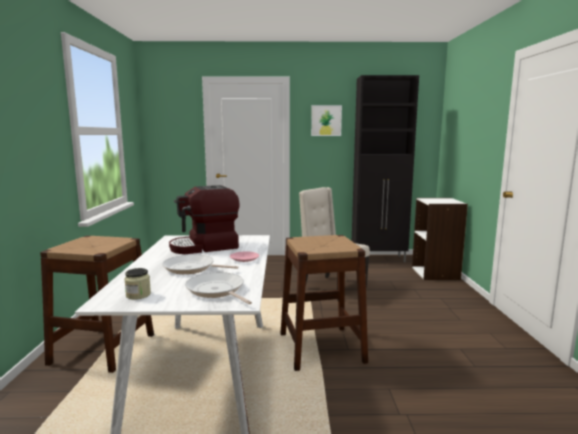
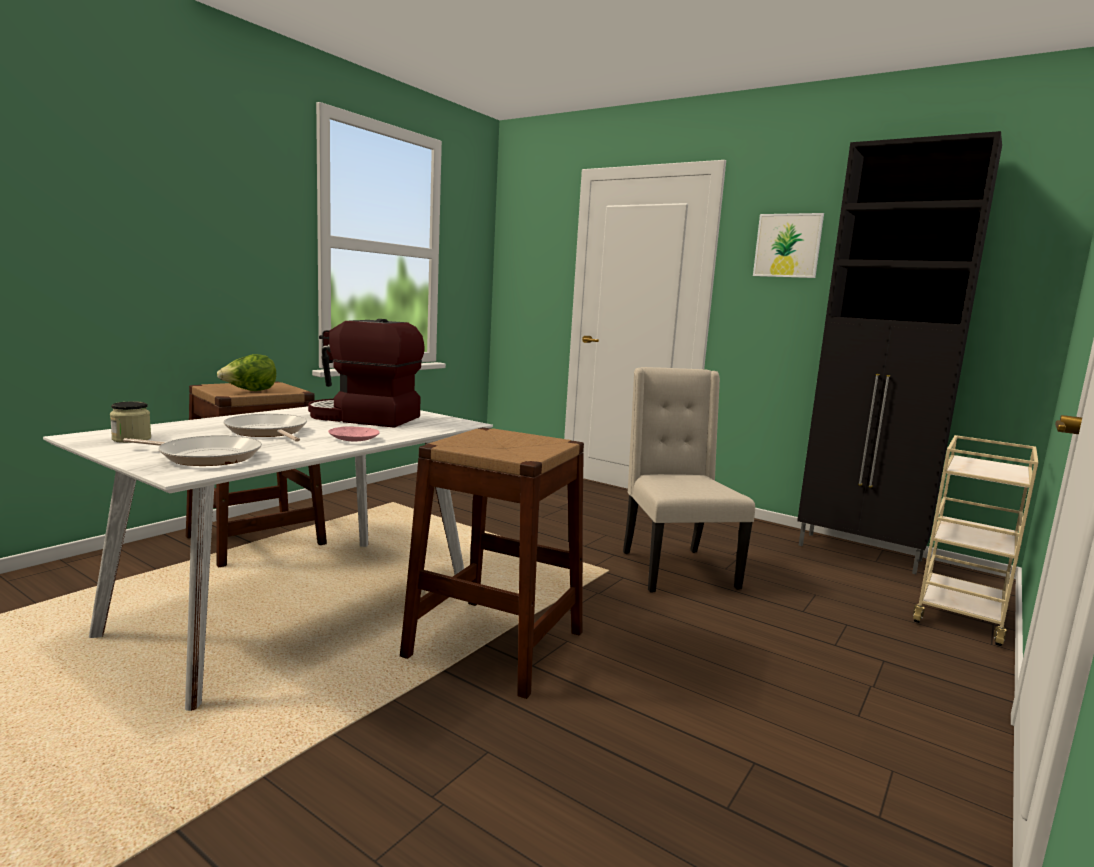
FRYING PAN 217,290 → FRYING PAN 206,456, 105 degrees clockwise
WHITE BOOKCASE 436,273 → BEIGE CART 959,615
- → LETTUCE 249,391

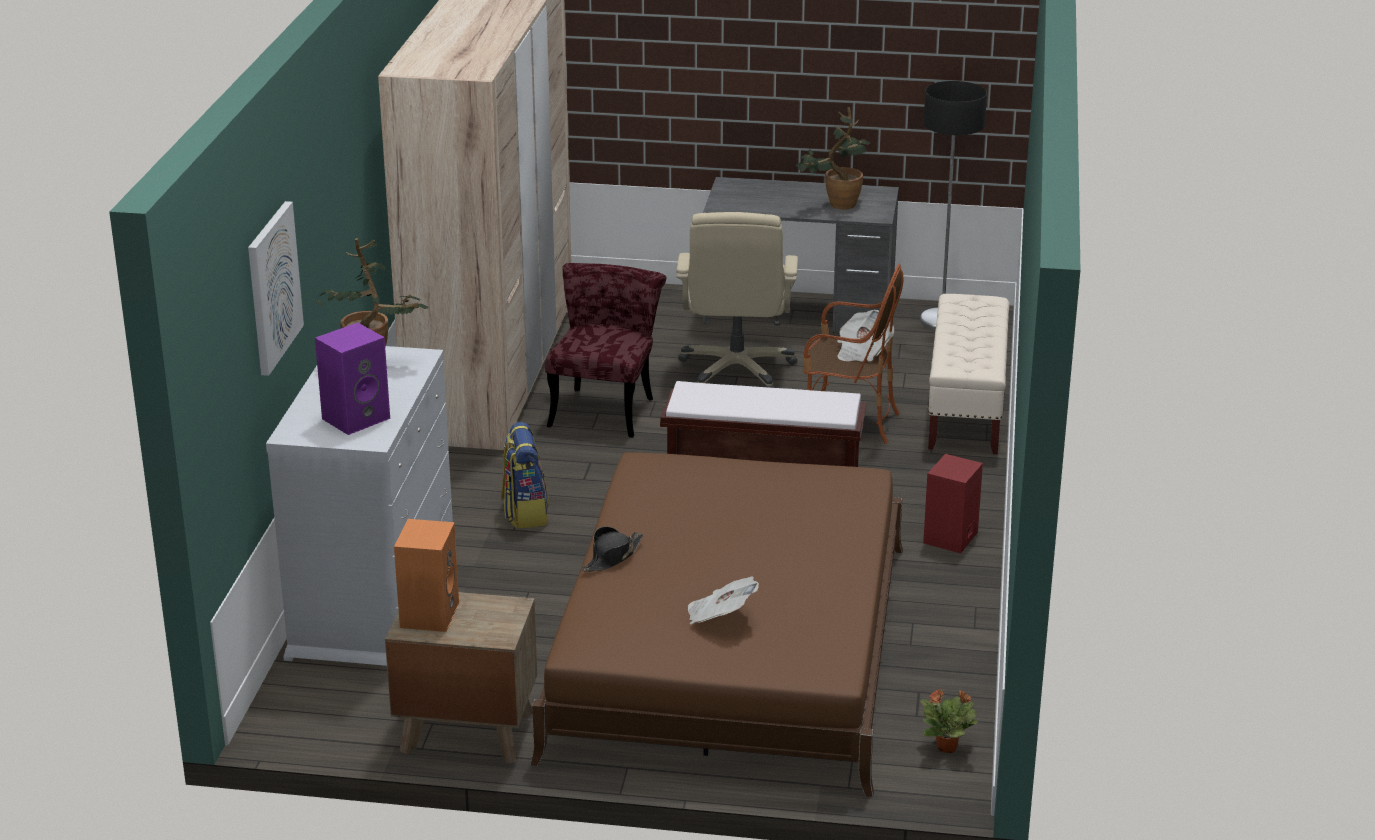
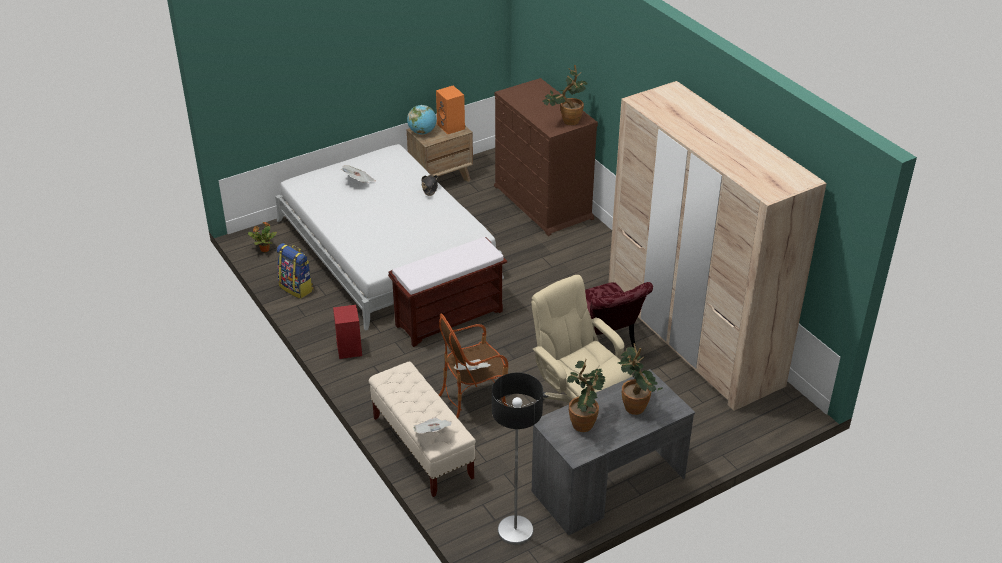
PICTURE 273,287 → -
WHITE DRESSER 373,603 → BROWN DRESSER 543,202
PURPLE SPEAKER 356,417 → -
BACKPACK 525,512 → BACKPACK 297,288, move
BROWN BED 730,649 → WHITE BED 387,248
- → GLOBE 422,132
- → NEWSPAPER 432,433
- → POTTED PLANT 634,404

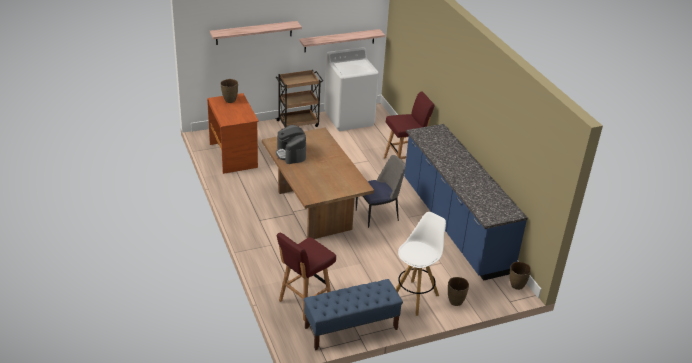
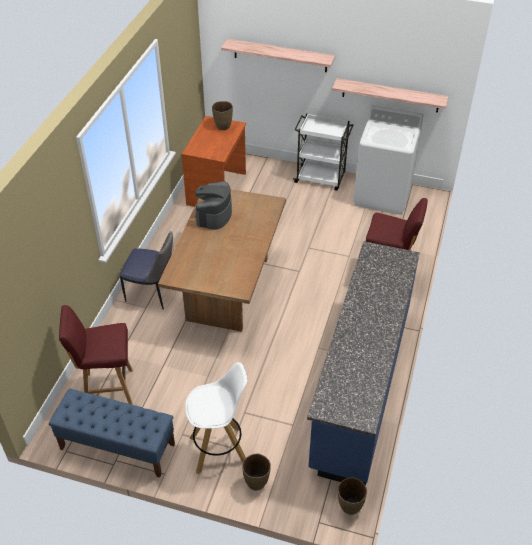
BROWN CART 298,123 → WHITE CART 321,178
CHAIR 378,215 → CHAIR 152,292, move

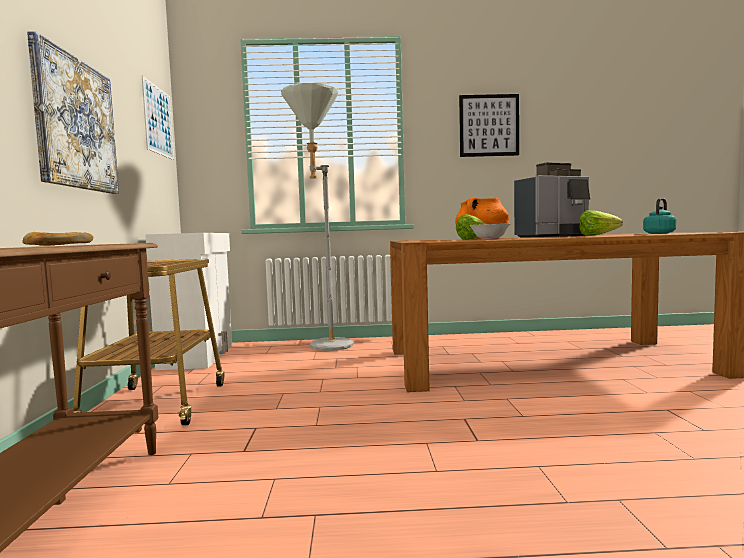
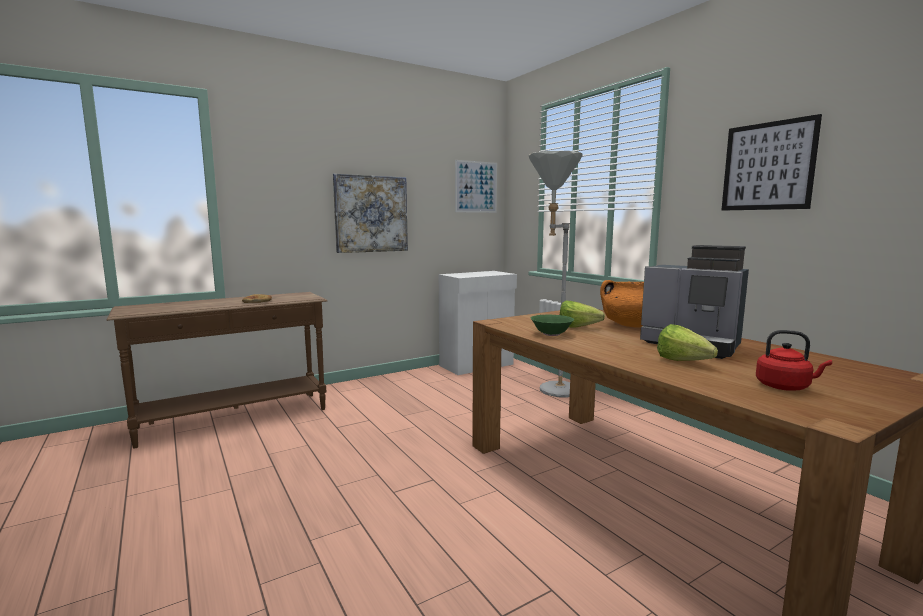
CART 157,403 → -
WHITE BOWL 489,239 → GREEN BOWL 551,334
TURQUOISE KETTLE 660,233 → RED KETTLE 785,387

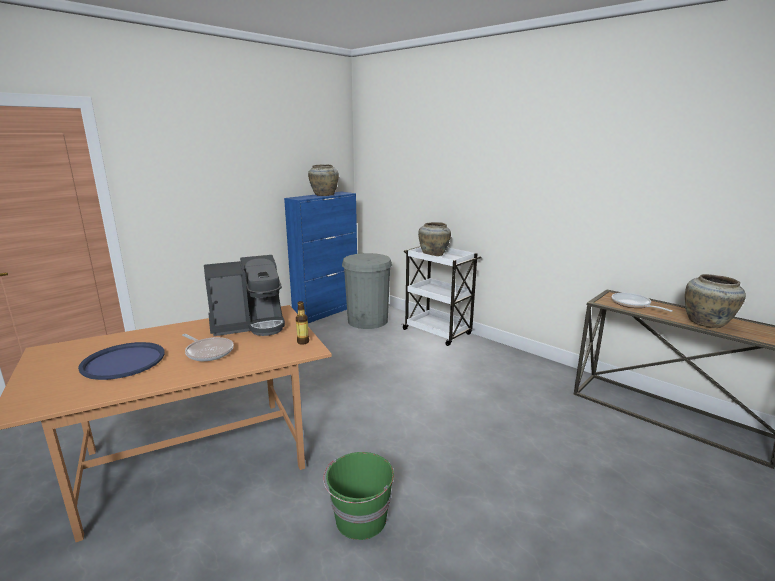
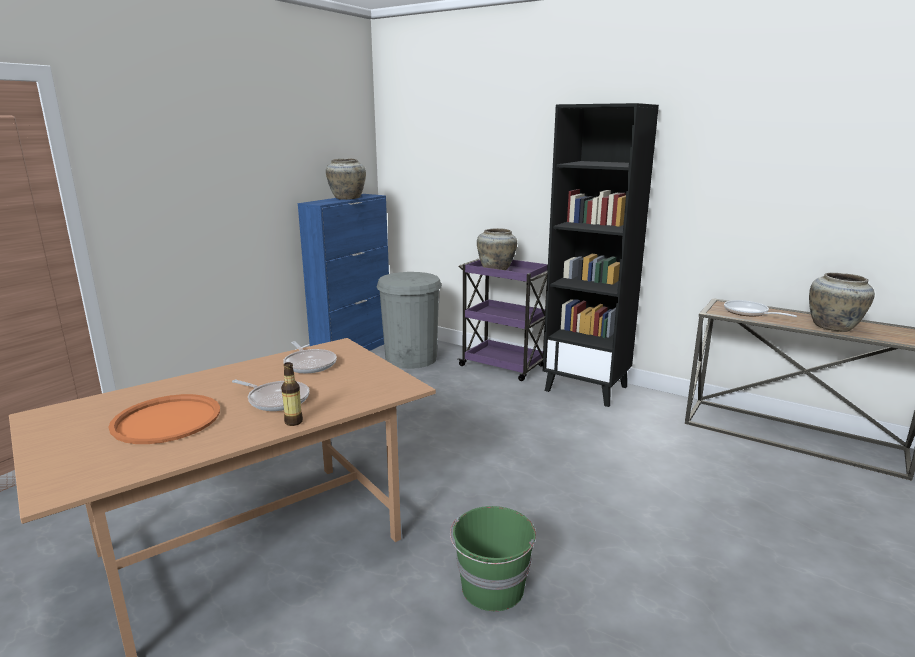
BLUE TRAY 123,361 → ORANGE TRAY 166,420
COFFEE MACHINE 249,324 → FRYING PAN 309,364
BOTTLE 303,342 → BOTTLE 293,422, move
WHITE CART 438,332 → PURPLE CART 504,366
- → BLACK BOOKCASE 587,388

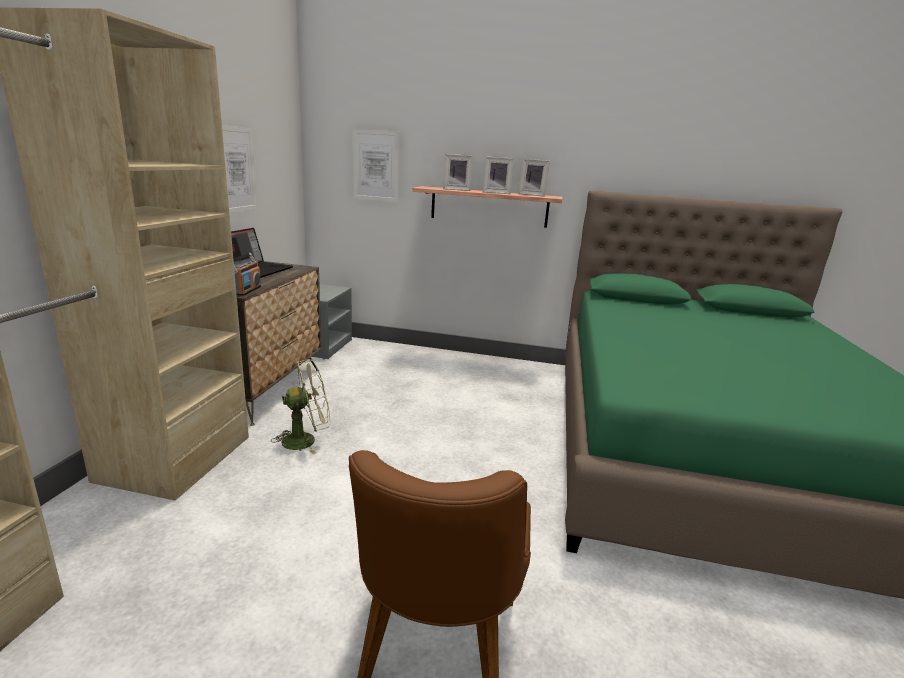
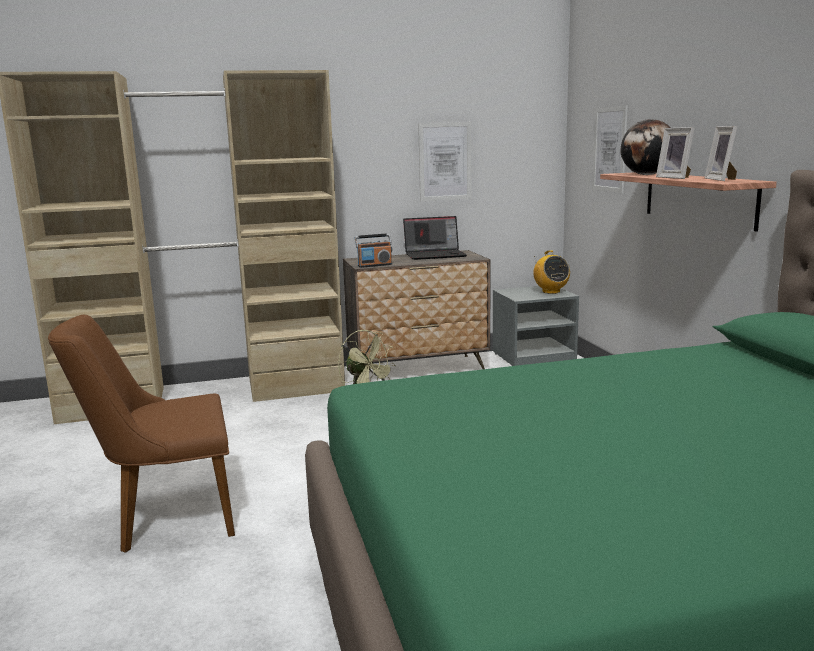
PICTURE FRAME 457,189 → GLOBE 647,175
- → RADIO 550,291

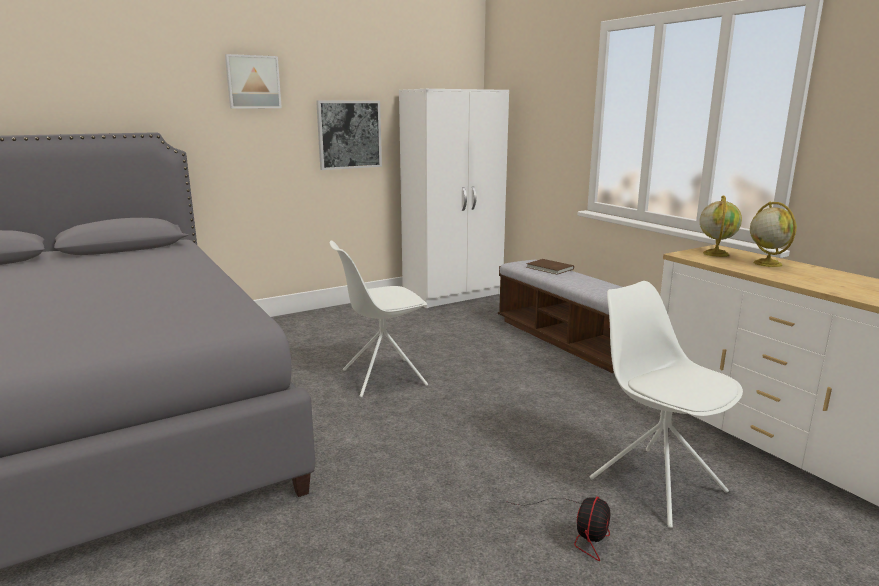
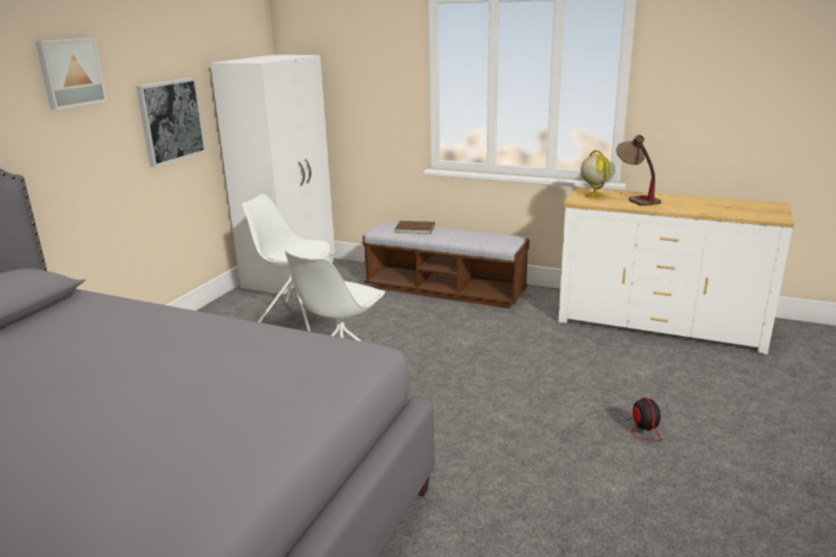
WHITE CHAIR 655,484 → WHITE CHAIR 295,316, move
GLOBE 766,263 → TABLE LAMP 635,198

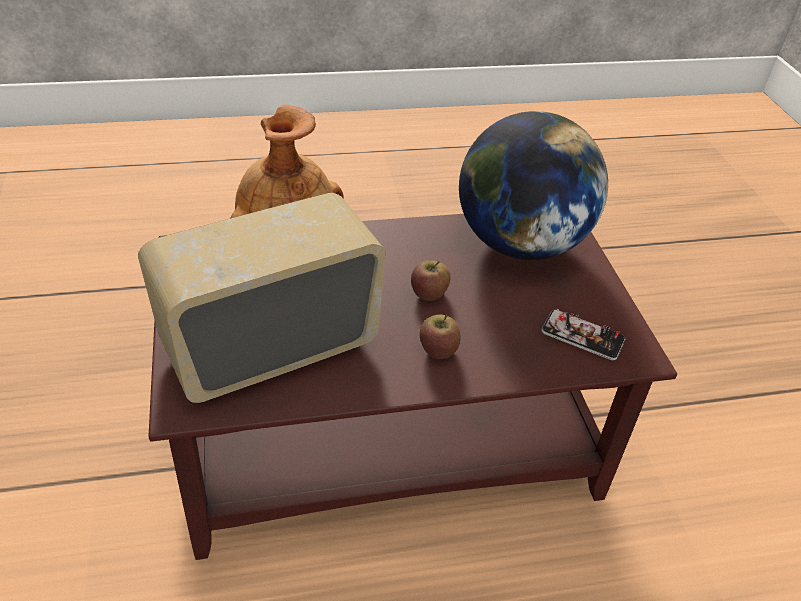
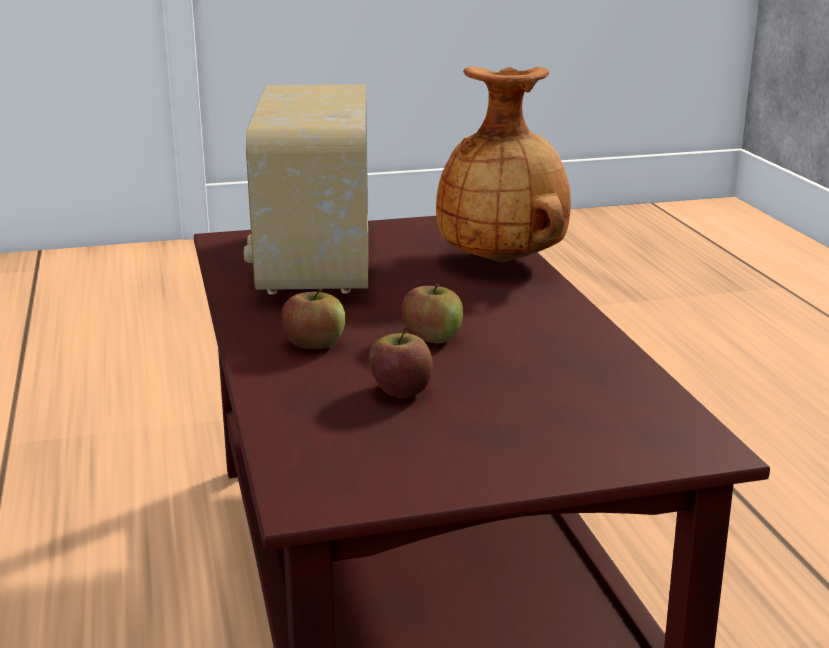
RADIO 270,347 → RADIO 313,264, 150 degrees counterclockwise
GLOBE 519,243 → -
PHONE 582,335 → -
- → APPLE 400,390

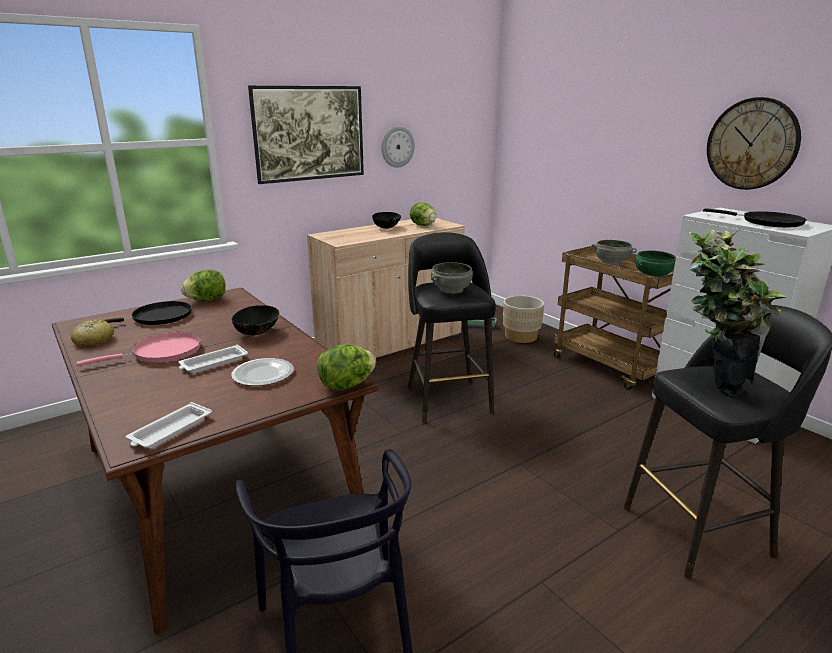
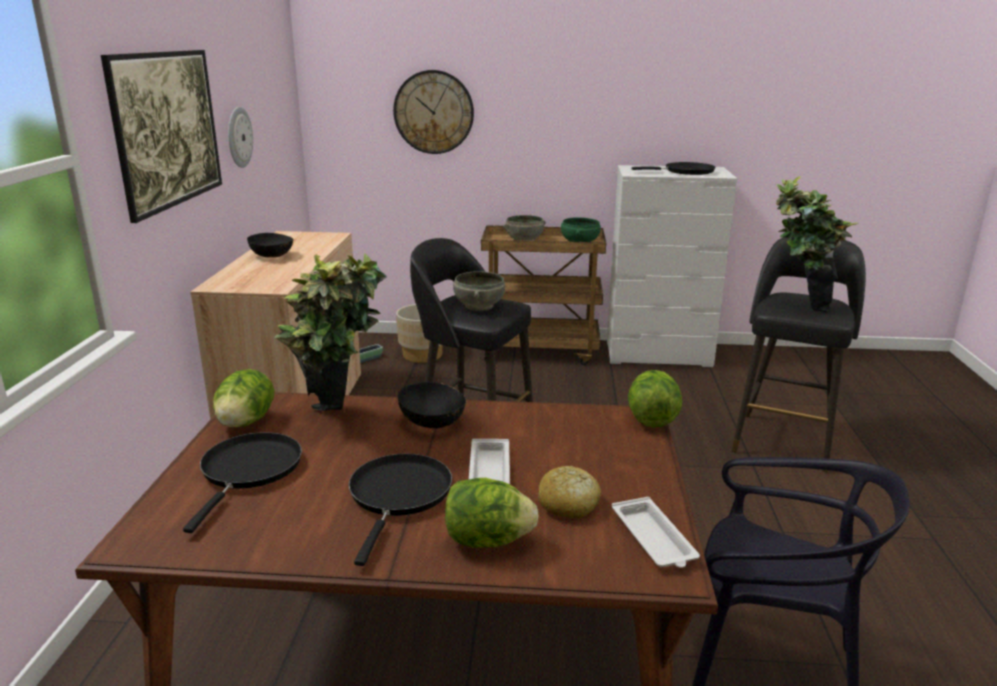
BREAD 94,341 → BREAD 568,504, move
PINK FRYING PAN 162,352 → BLACK FRYING PAN 399,496
PLATE 263,374 → -
LETTUCE 423,225 → LETTUCE 487,540, move
WALL CLOCK 752,144 → WALL CLOCK 433,112, move
- → POTTED PLANT 340,421

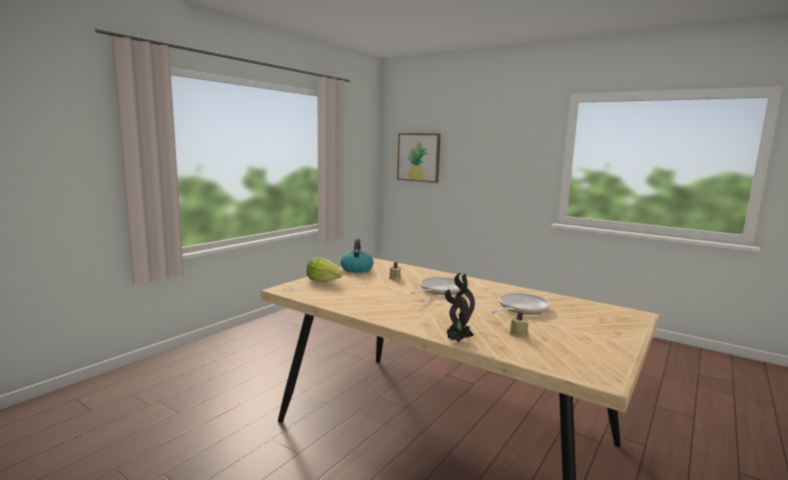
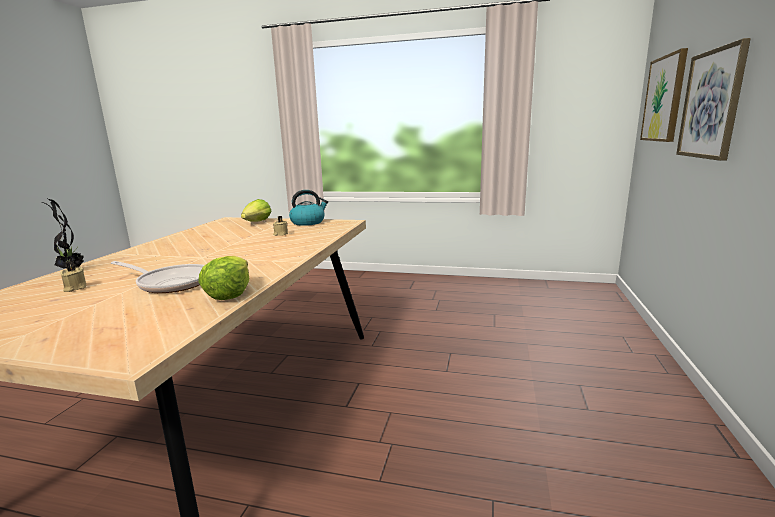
FRYING PAN 439,290 → -
- → LETTUCE 229,293
- → PICTURE 711,104

